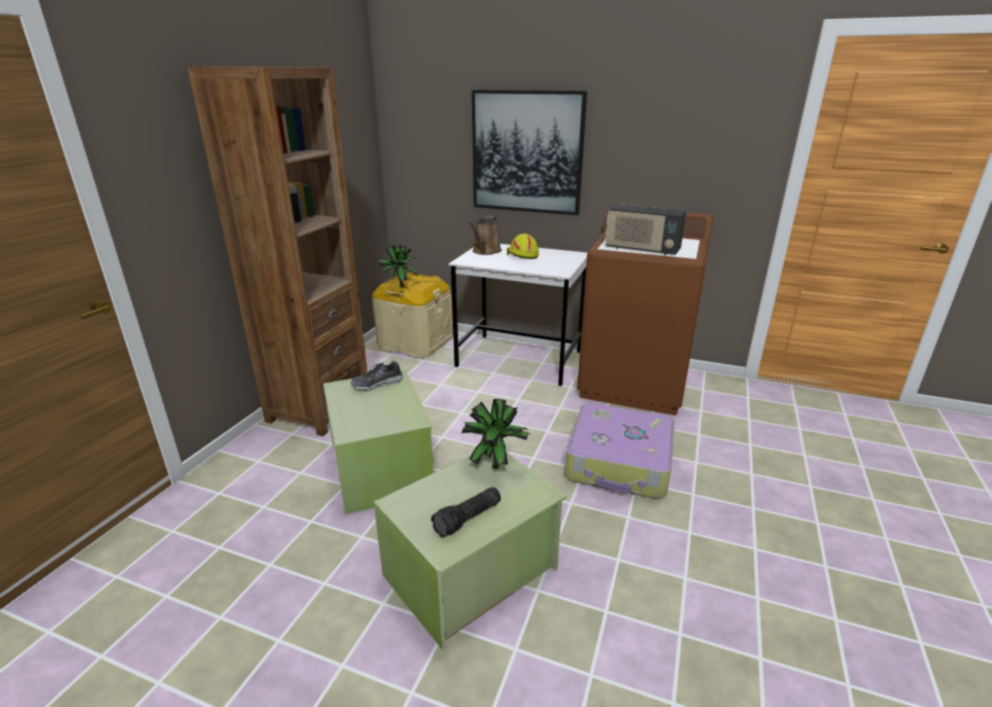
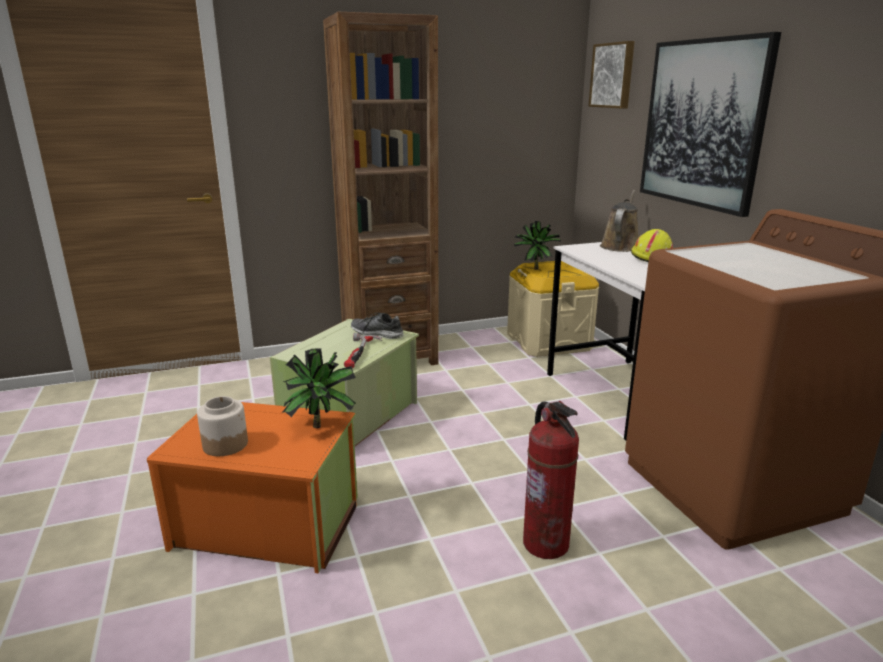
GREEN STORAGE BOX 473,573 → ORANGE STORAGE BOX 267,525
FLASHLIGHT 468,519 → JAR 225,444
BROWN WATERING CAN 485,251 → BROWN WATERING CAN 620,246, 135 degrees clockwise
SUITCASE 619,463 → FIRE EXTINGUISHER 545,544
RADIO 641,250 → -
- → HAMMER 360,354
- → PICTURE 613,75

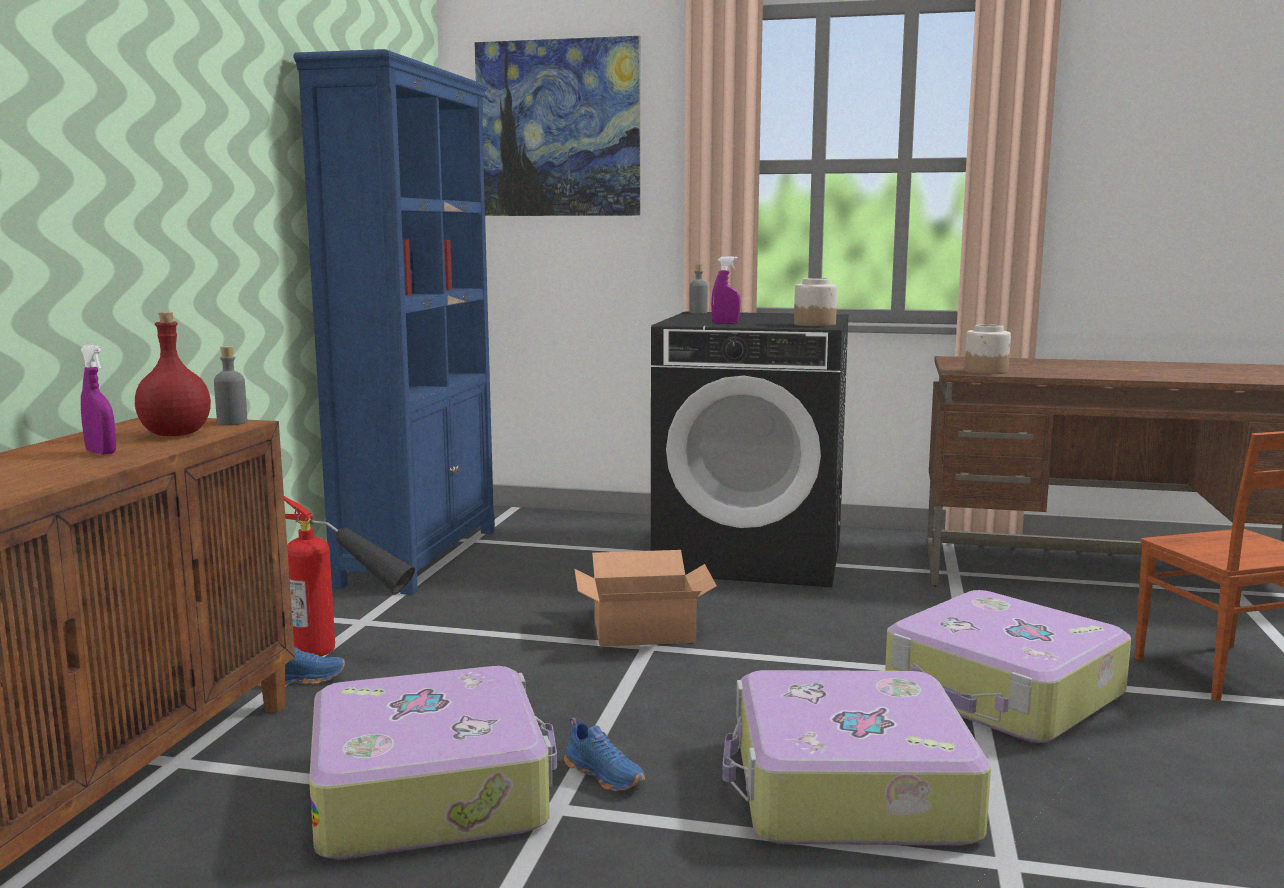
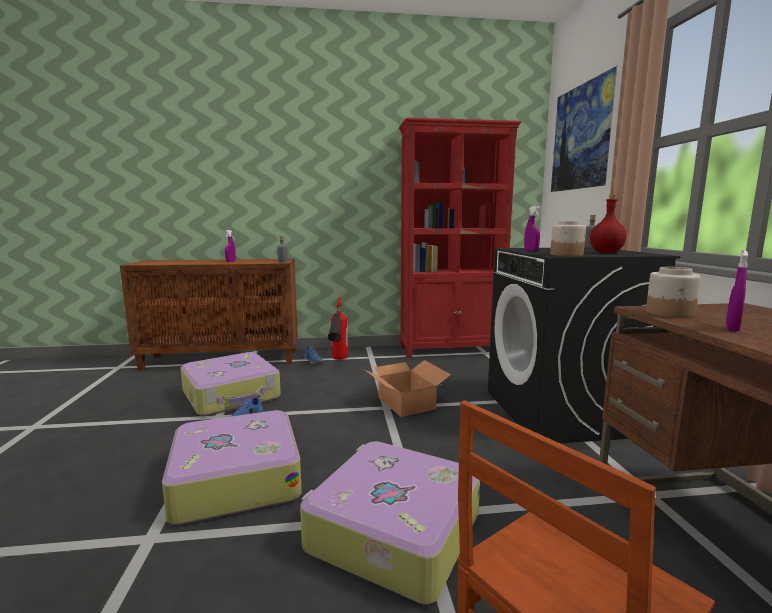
RED BOTTLE 177,434 → RED BOTTLE 606,252, move
BLUE BOOKCASE 420,556 → RED BOOKCASE 451,349
- → PURPLE SPRAY BOTTLE 732,328

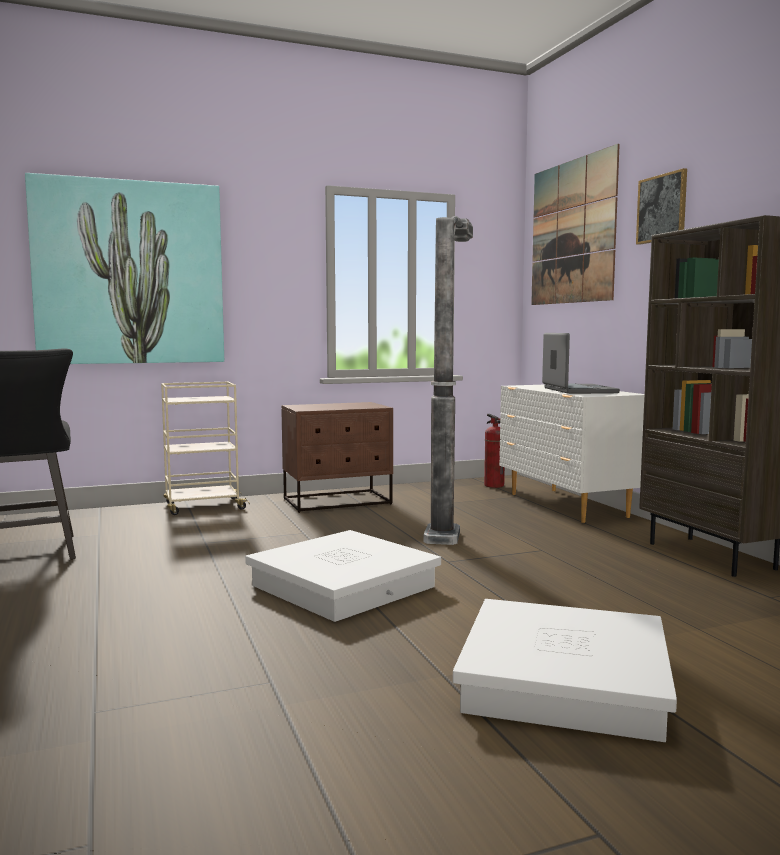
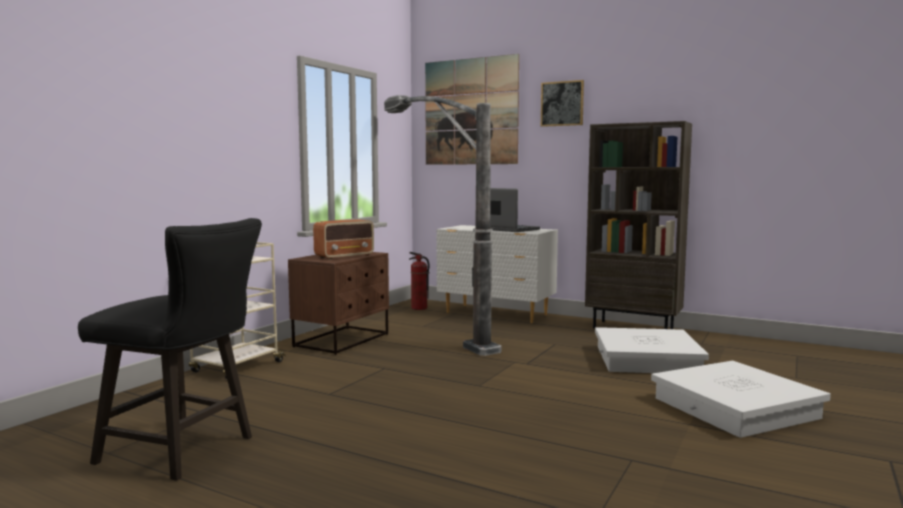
PICTURE 130,273 → -
WHITE STORAGE BOX 344,586 → WHITE STORAGE BOX 646,359, move
- → RADIO 345,256

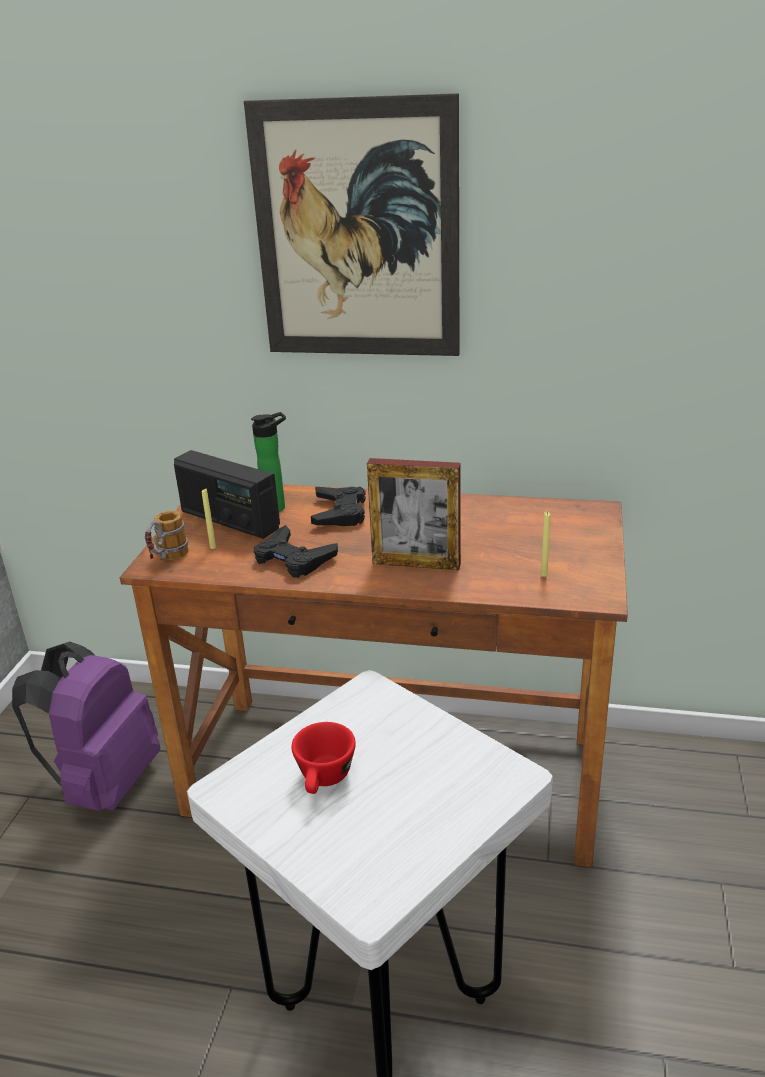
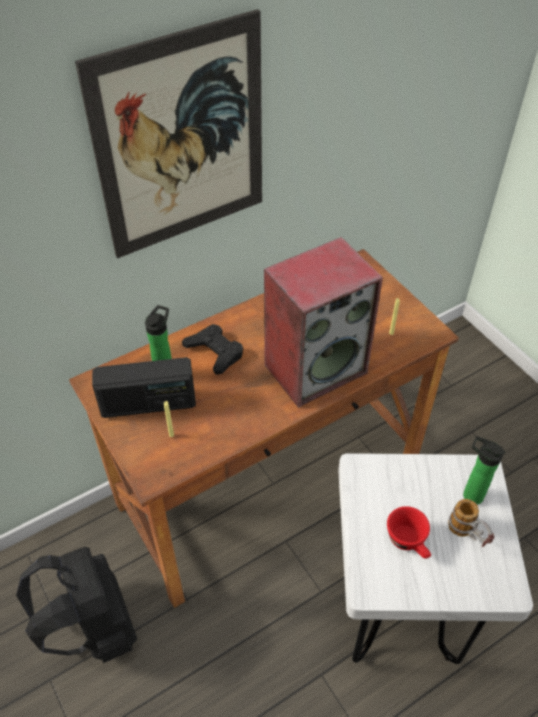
PURPLE BACKPACK 105,783 → BLACK BACKPACK 94,628
MUG 167,560 → MUG 468,535, move
BLACK GAME CONTROLLER 293,559 → -
PICTURE FRAME 416,563 → SPEAKER 316,367
- → BOTTLE 469,494

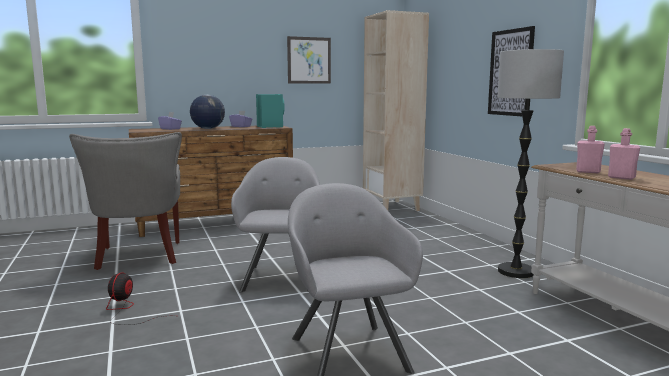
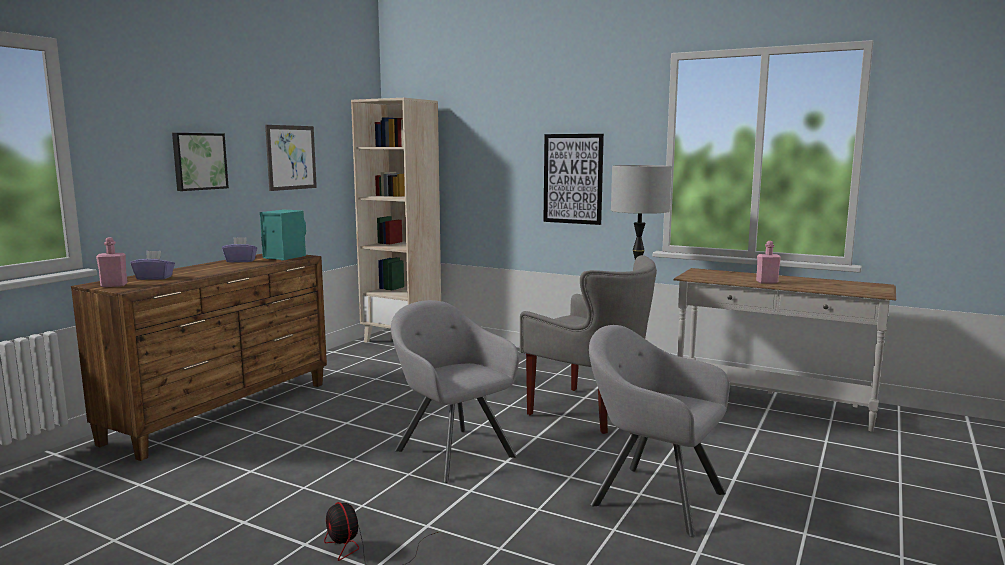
GREY ARMCHAIR 138,256 → GREY ARMCHAIR 590,411, move
GLOBE 208,129 → -
PINK BOTTLE 588,172 → PINK BOTTLE 114,285, move
- → PICTURE 199,161

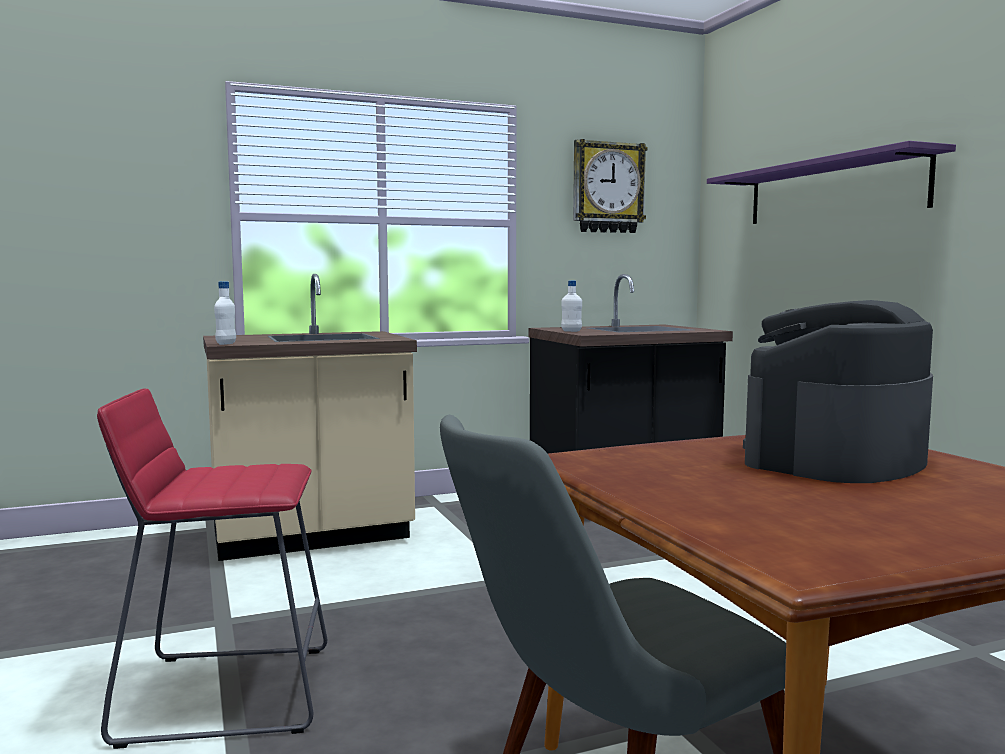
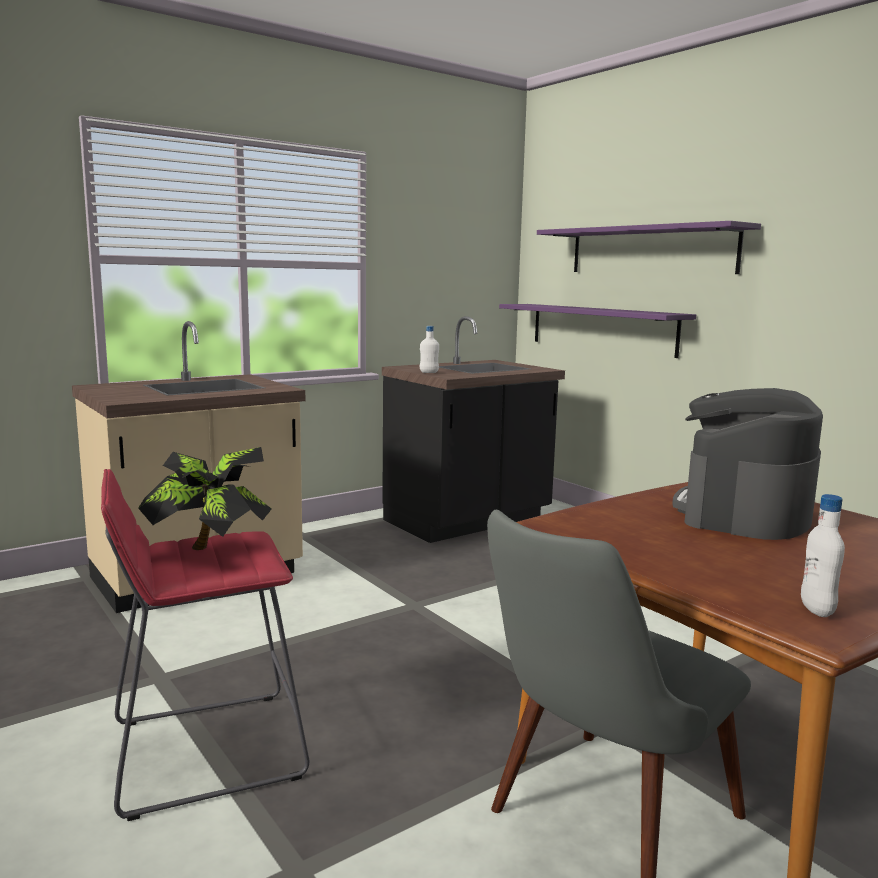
WHITE BOTTLE 226,344 → WHITE BOTTLE 817,610, move
WALL CLOCK 607,188 → -
- → POTTED PLANT 210,551
- → PURPLE SHELF 601,328

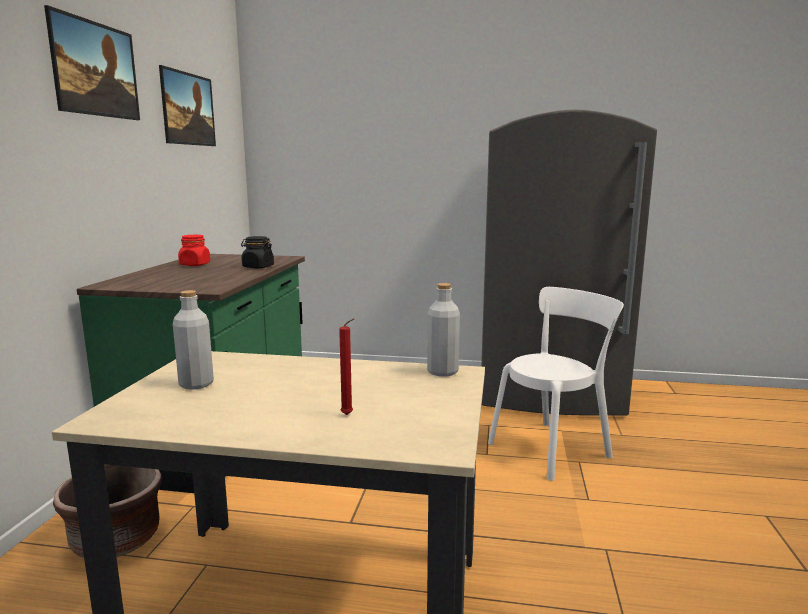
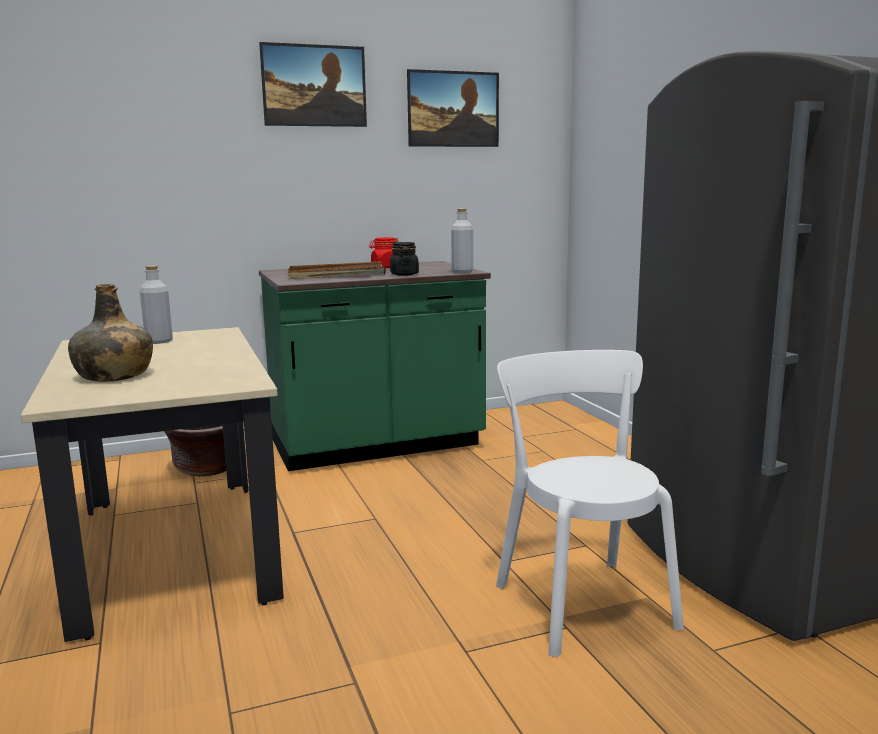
RED CANDLE 348,415 → GREEN BOTTLE 114,376
GREY BOTTLE 442,371 → GREY BOTTLE 462,271, move
WHITE CHAIR 552,448 → WHITE CHAIR 581,600, 135 degrees counterclockwise
- → BROWN TRAY 336,274

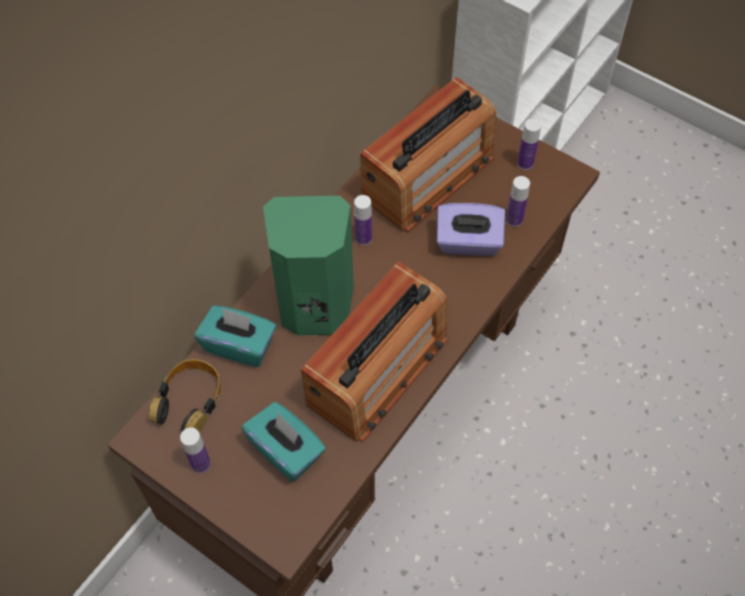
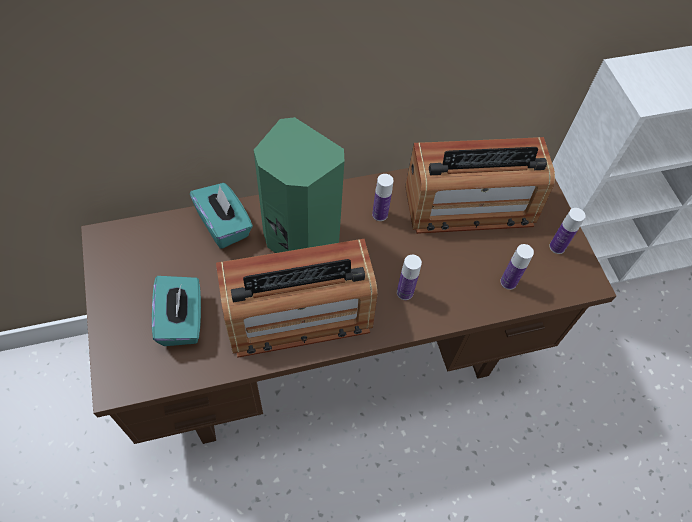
HEADPHONES 189,400 → -
BOTTLE 200,464 → BOTTLE 404,292, move
PURPLE TISSUE BOX 468,243 → -

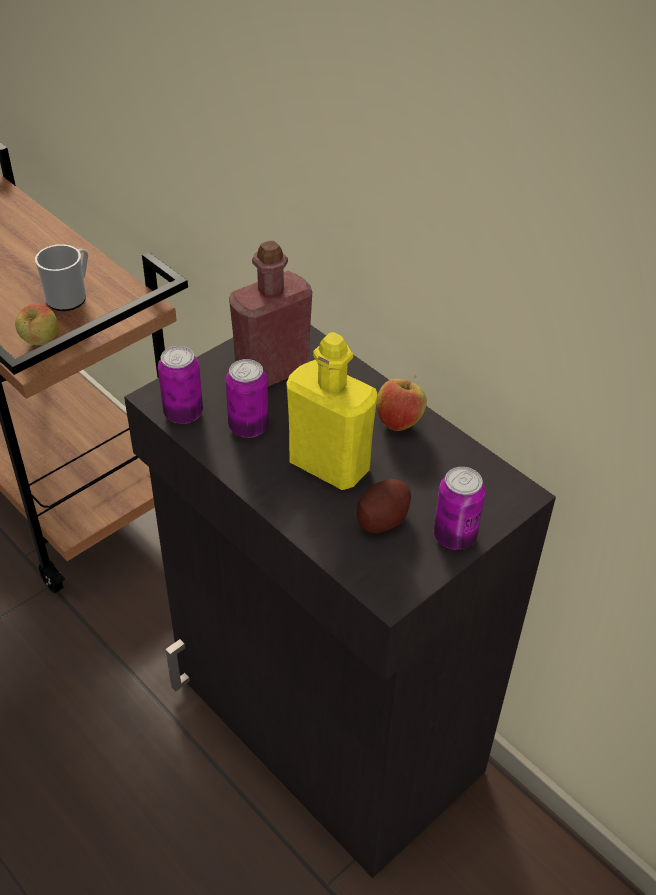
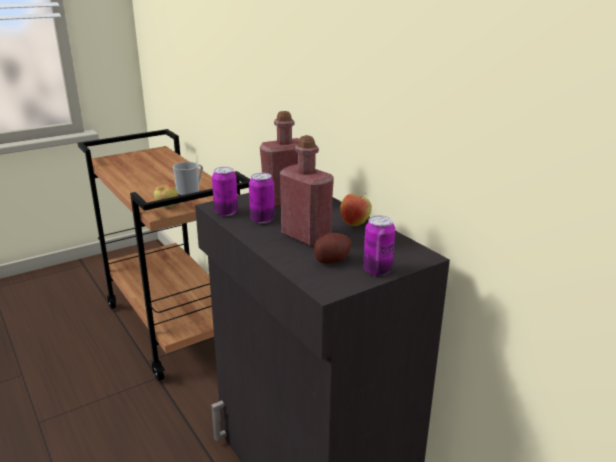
YELLOW BOTTLE 329,465 → RED BOTTLE 306,237

